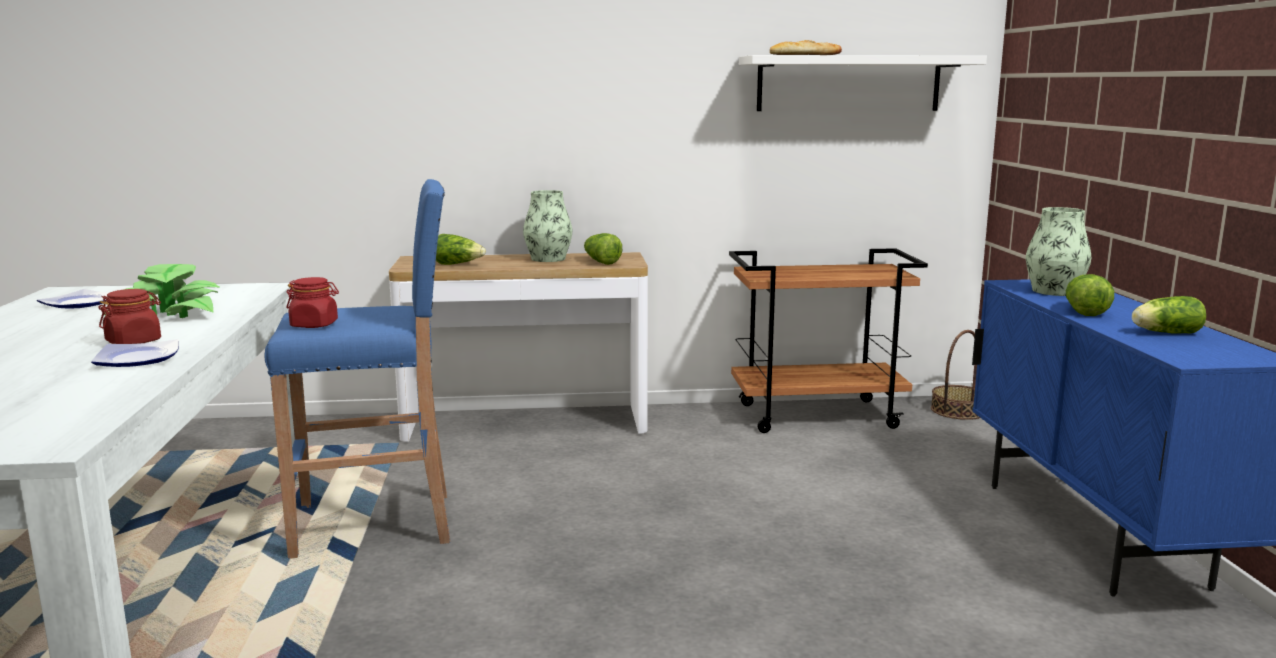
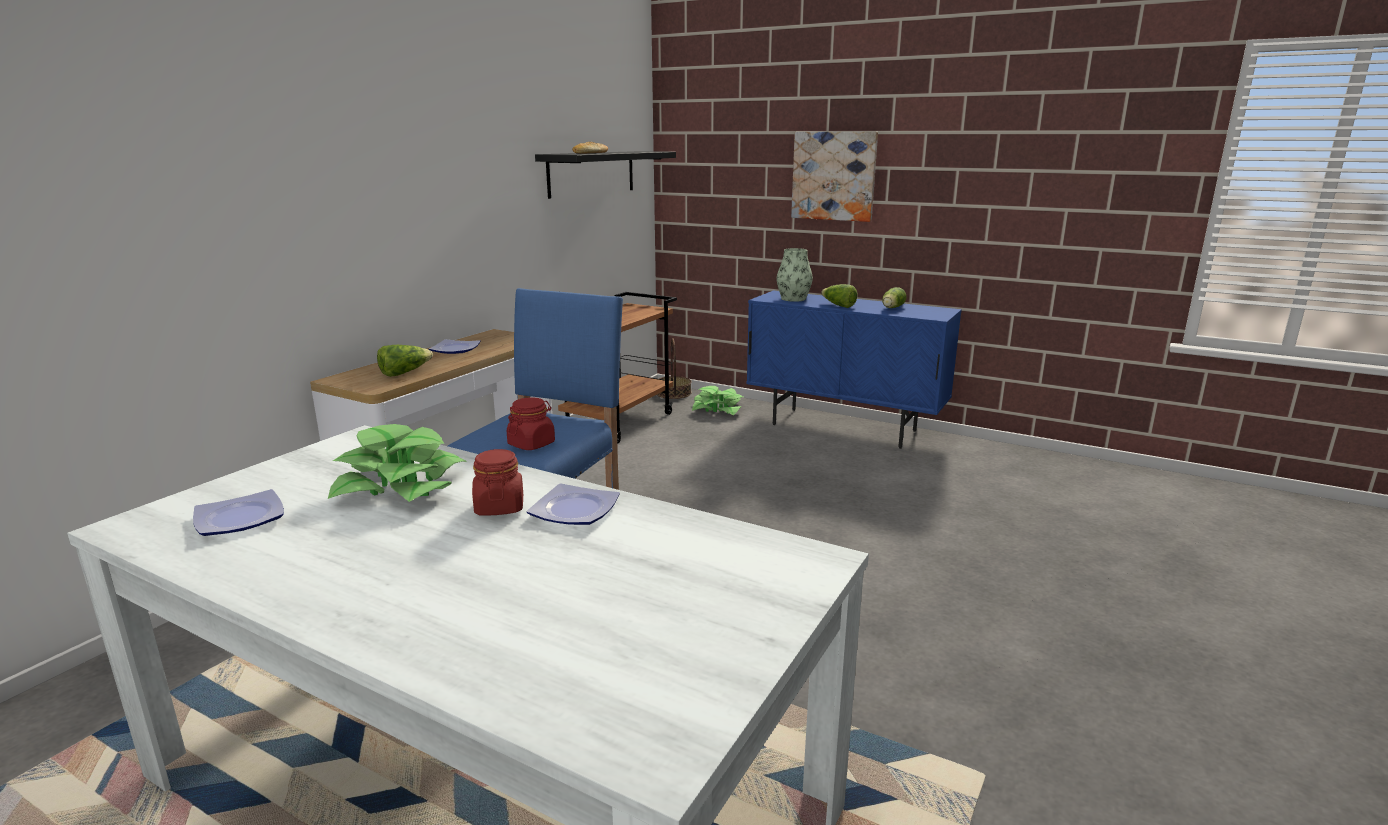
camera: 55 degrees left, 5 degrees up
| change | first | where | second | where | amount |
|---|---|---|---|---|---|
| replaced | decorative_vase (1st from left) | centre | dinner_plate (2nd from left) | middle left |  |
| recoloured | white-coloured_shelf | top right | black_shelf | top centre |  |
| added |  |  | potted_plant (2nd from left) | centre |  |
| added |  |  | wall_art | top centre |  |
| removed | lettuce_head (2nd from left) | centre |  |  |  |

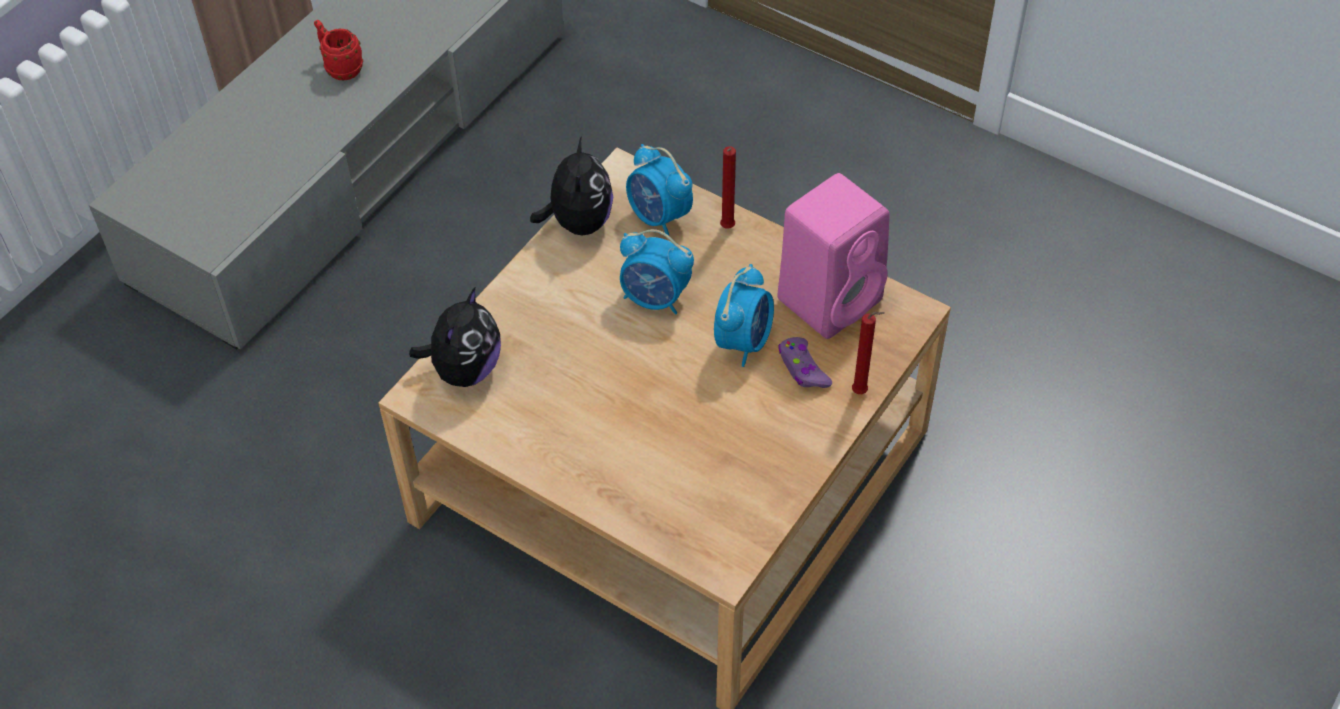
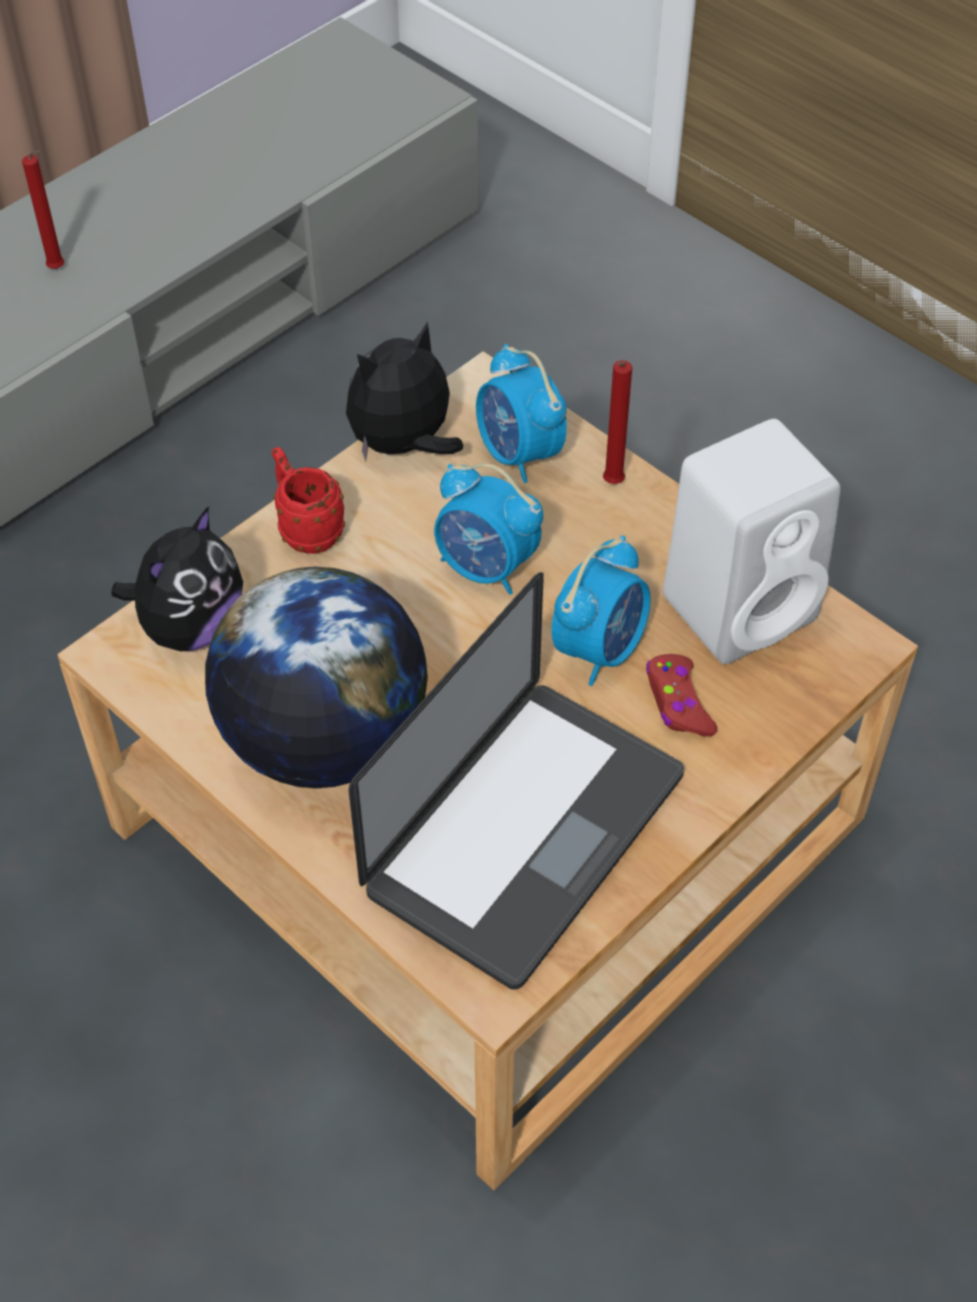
camera: 10 degrees right, 0 degrees up
| change | first | where | second | where | amount |
|---|---|---|---|---|---|
| moved | red_candle (2nd from left in the first image) | centre | red_candle (1st from left) | top left |  |
| added |  |  | globe | middle left |  |
| moved | red_tea_mug | top left |  | middle left |  |
| turned | cuddly_toy (2nd from left) | top centre |  | top centre | 135 degrees counterclockwise |
| added |  |  | portable_computer | centre |  |
| recoloured | purplish_gamepad | centre | red_gamepad | middle right |  |
| recoloured | pink-coloured_audio_speaker | centre | white-coloured_audio_speaker | middle right |  |

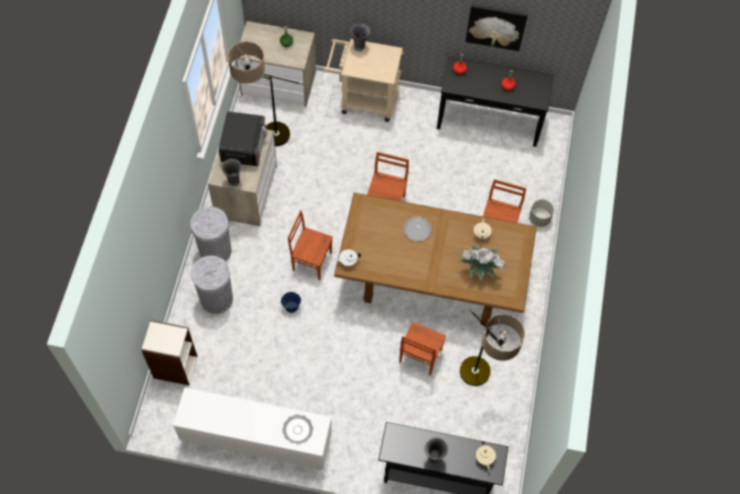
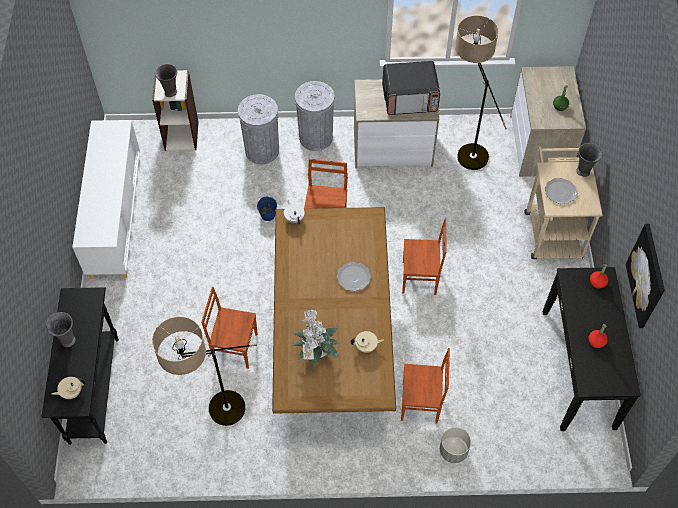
camera: 80 degrees right, 5 degrees down
| change | first | where | second | where | amount |
|---|---|---|---|---|---|
| moved | grey_decorative_vase (1st from left in the first image) | middle left | grey_decorative_vase (2nd from left) | top left |  |
| moved | dinner_plate (1st from left in the first image) | bottom centre | dinner_plate (2nd from left) | middle right |  |

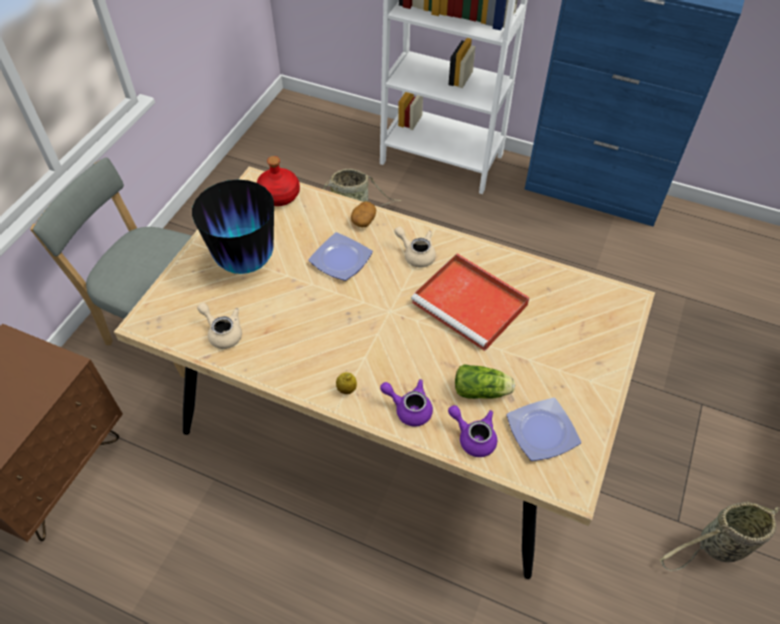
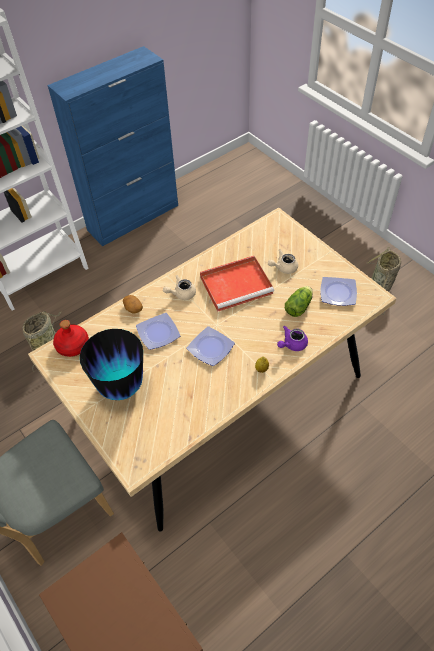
camera: 60 degrees left, 0 degrees up
| change | first | where | second | where | amount |
|---|---|---|---|---|---|
| added |  |  | dinner_plate (2nd from left) | centre |  |
| moved | beige-coloured_teapot (1st from left in the first image) | middle left | beige-coloured_teapot (2nd from left) | centre |  |
| removed | purplish_teapot (2nd from left) | bottom centre |  |  |  |

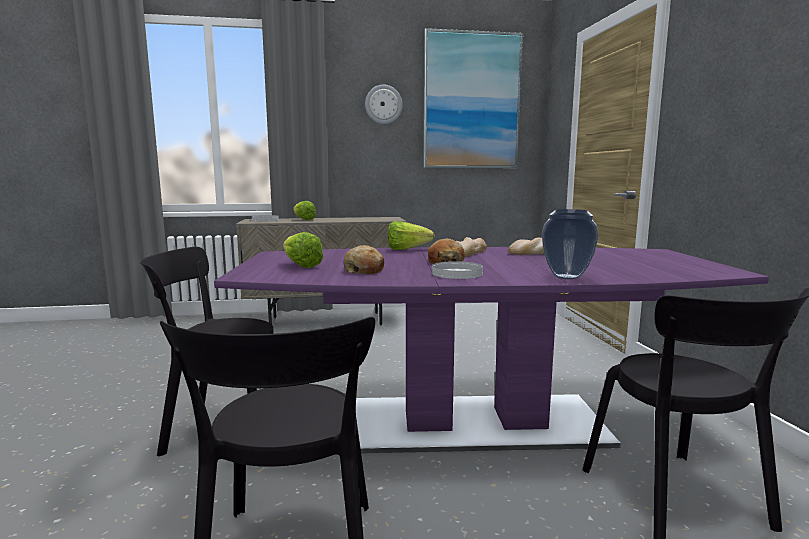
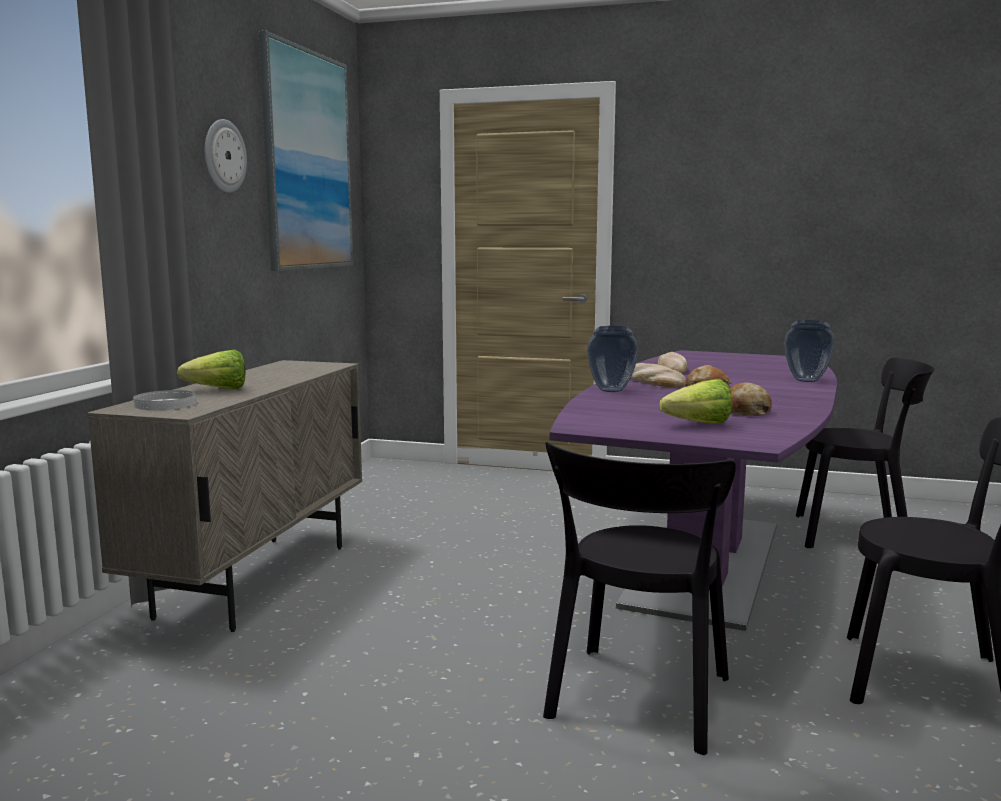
camera: 65 degrees left, 0 degrees up
| change | first | where | second | where | amount |
|---|---|---|---|---|---|
| replaced | lettuce_head (3rd from left) | centre | decorative_vase (1st from left) | centre |  |
| removed | white-coloured_dinner_plate (2nd from left) | centre |  |  |  |

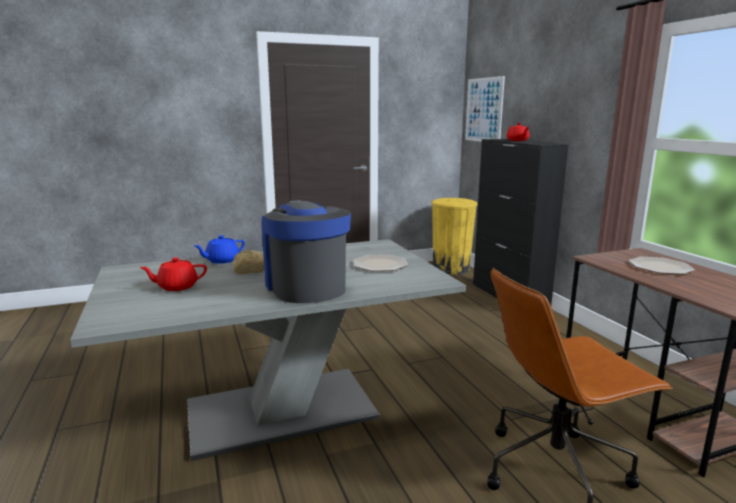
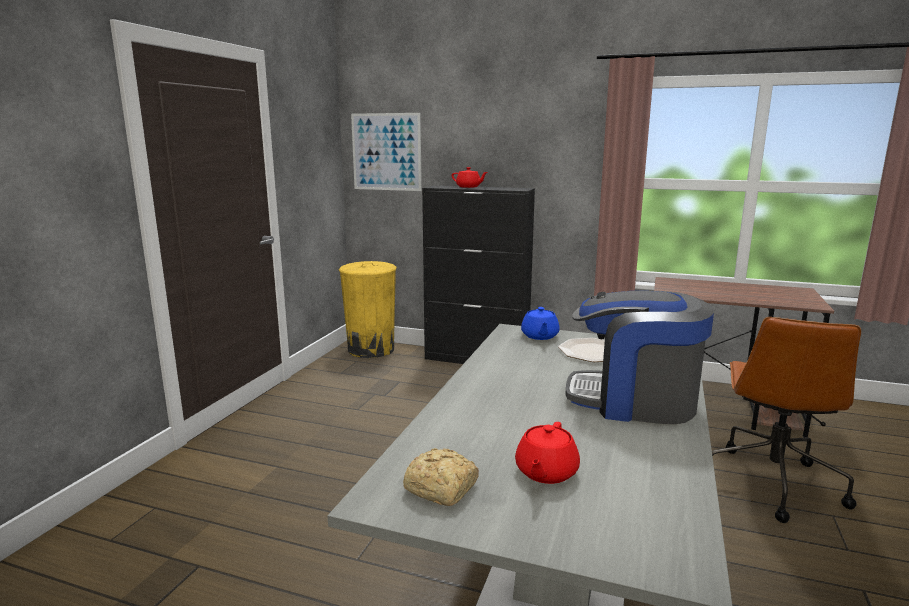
camera: 50 degrees left, 0 degrees up
| change | first | where | second | where | amount |
|---|---|---|---|---|---|
| moved | bakery_bread | centre |  | bottom centre |  |
| moved | bluish_teapot | middle left |  | centre |  |
| removed | dinner_plate (2nd from left) | middle right |  |  |  |

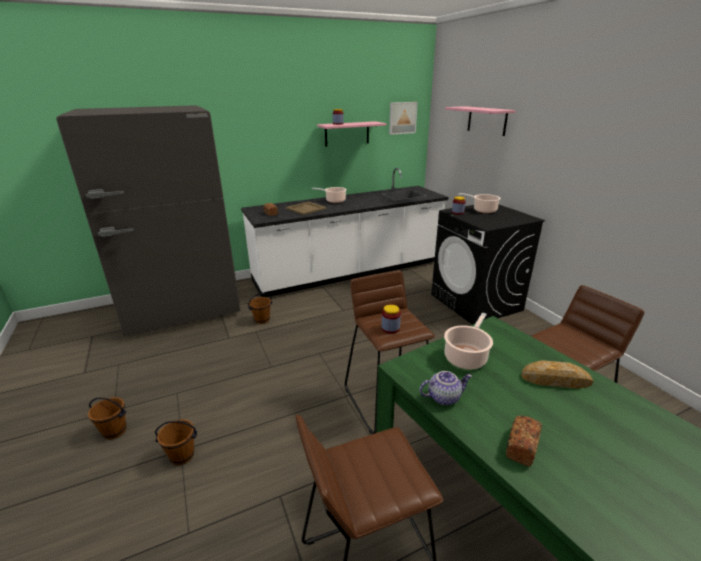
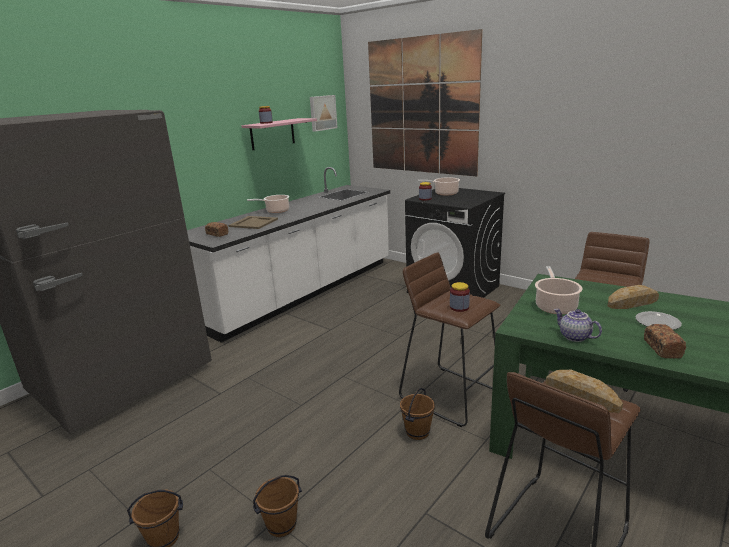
camera: 25 degrees left, 5 degrees down
| change | first | where | second | where | amount |
|---|---|---|---|---|---|
| replaced | pink-coloured_shelf (2nd from left) | top right | wall_art (2nd from left) | top centre |  |
| moved | brownish_bucket (3rd from left) | centre |  | bottom centre |  |
| added |  |  | bakery_bread (2nd from left) | bottom right |  |
| turned | teapot | bottom centre |  | middle right | 90 degrees counterclockwise |
| added |  |  | dinner_plate | middle right |  |

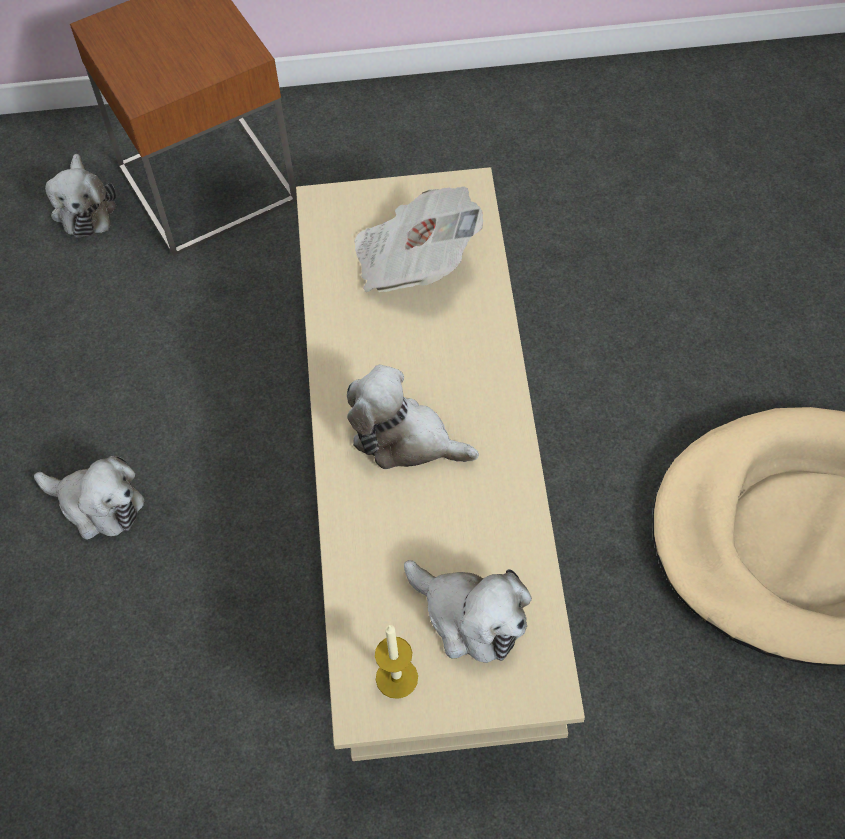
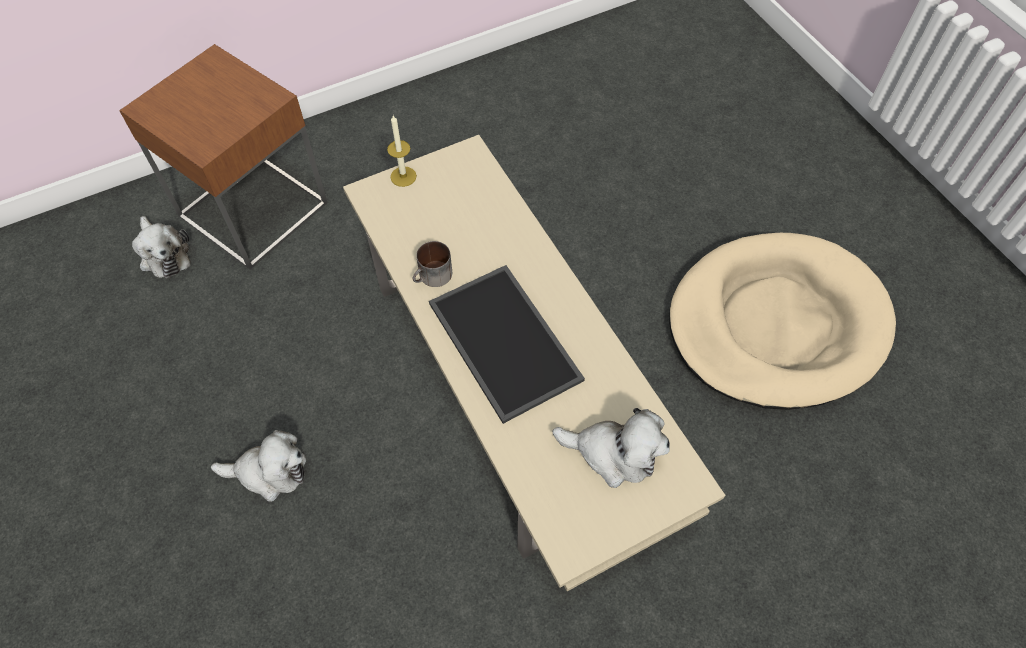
camera: 25 degrees left, 0 degrees up
| change | first | where | second | where | amount |
|---|---|---|---|---|---|
| moved | candle | bottom centre |  | top centre |  |
| added |  |  | tea_mug | centre |  |
| replaced | cuddly_toy (3rd from left) | centre | serving_tray | centre |  |
| removed | printed_paper | top centre |  |  |  |

